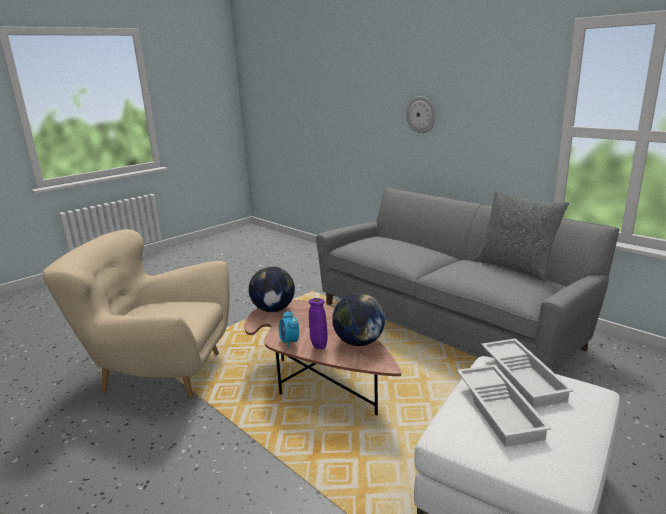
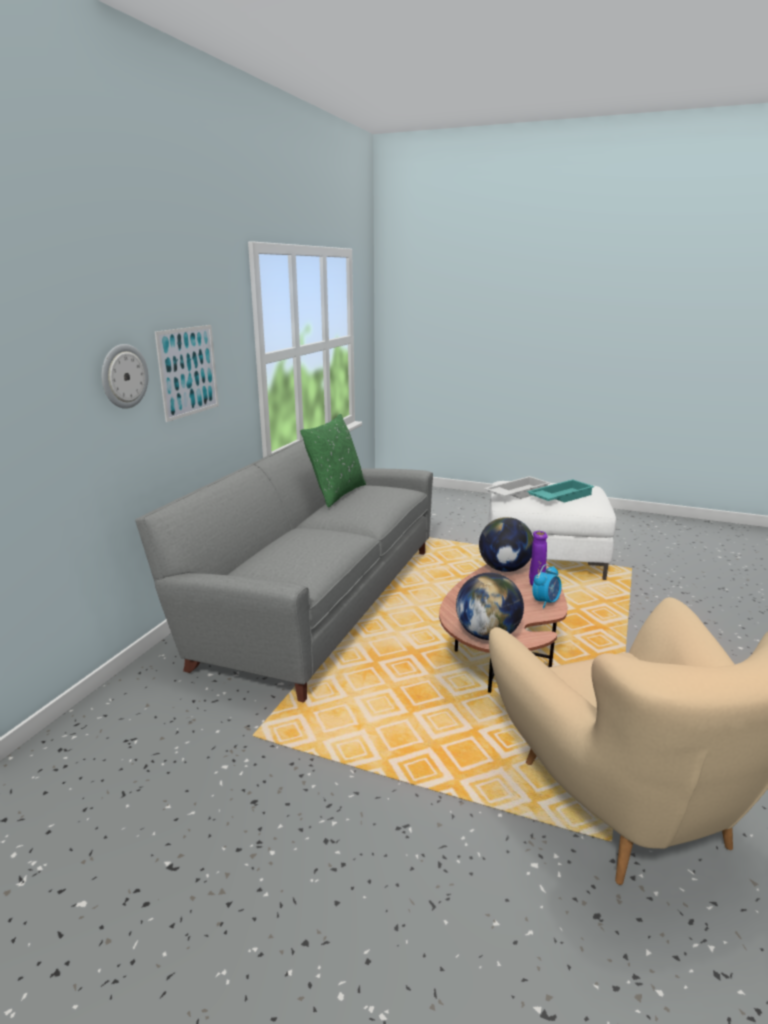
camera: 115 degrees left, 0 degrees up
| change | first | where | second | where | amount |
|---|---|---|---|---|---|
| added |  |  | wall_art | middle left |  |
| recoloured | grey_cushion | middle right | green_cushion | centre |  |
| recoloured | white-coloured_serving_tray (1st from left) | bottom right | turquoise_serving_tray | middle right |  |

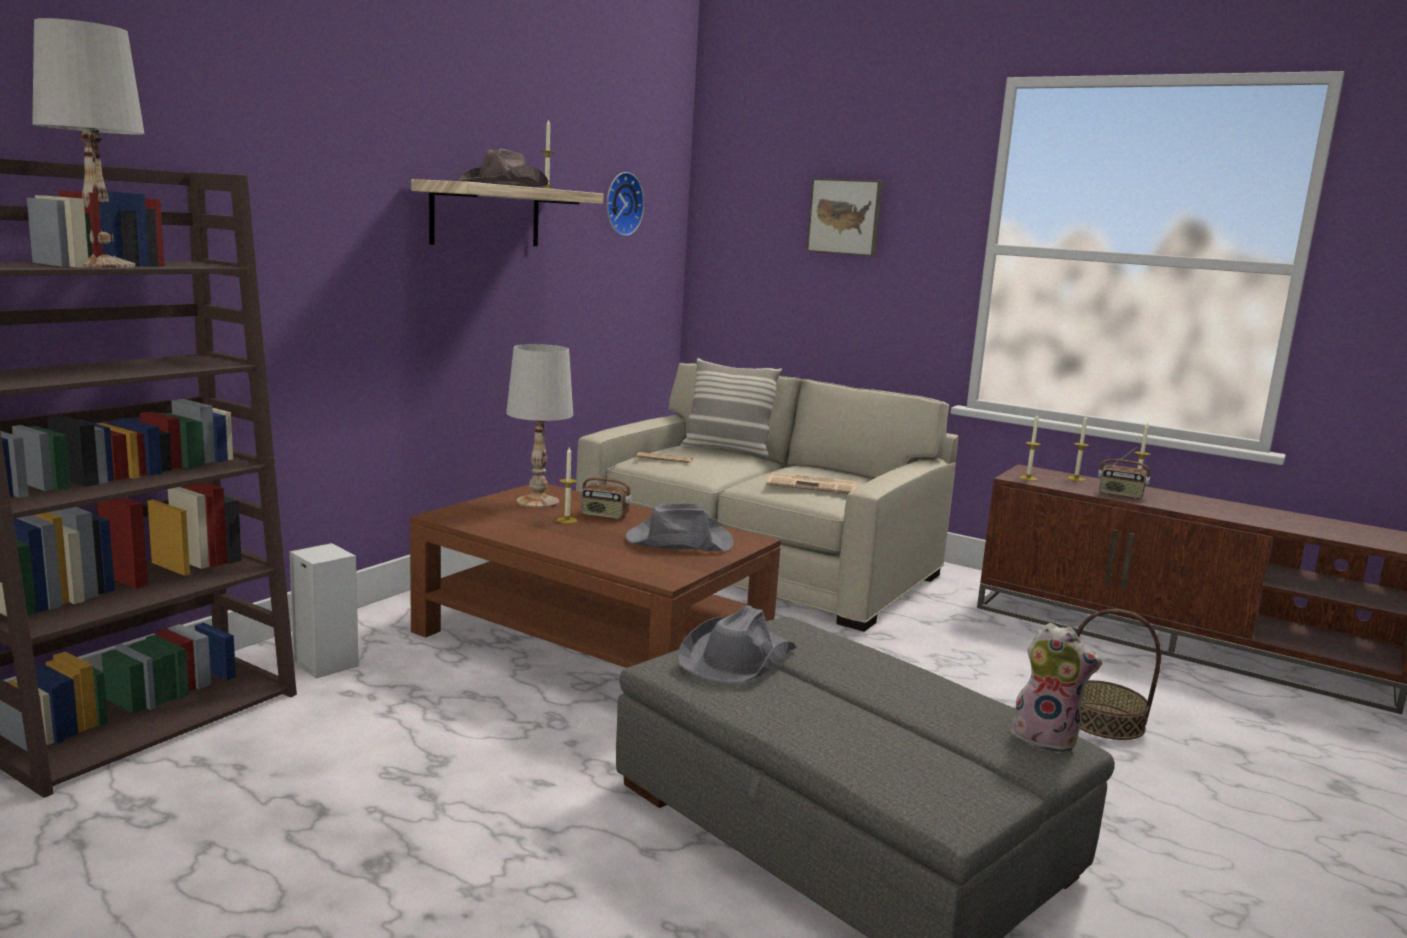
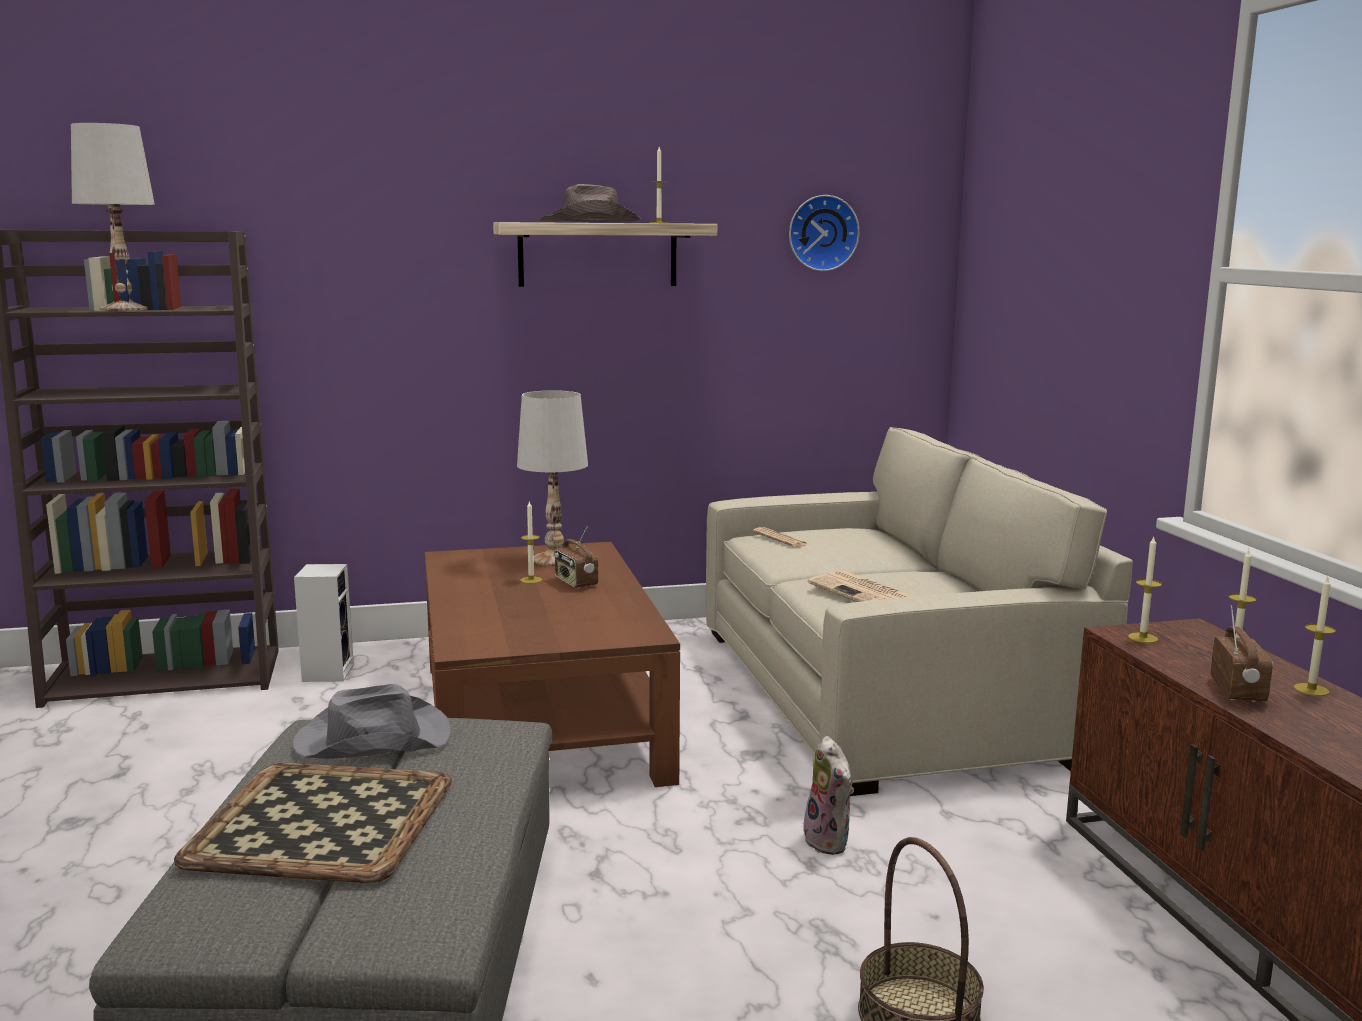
camera: 45 degrees right, 0 degrees up
| change | first | where | second | where | amount |
|---|---|---|---|---|---|
| added |  |  | serving_tray | bottom left |  |
| moved | cuddly_toy | bottom right |  | bottom centre |  |
| turned | radio (2nd from left) | middle right |  | middle right | 150 degrees counterclockwise |
| removed | grey_wearable_hat (1st from left) | centre |  |  |  |
| removed | cushion | centre |  |  |  |
| removed | wall_art | top centre |  |  |  |

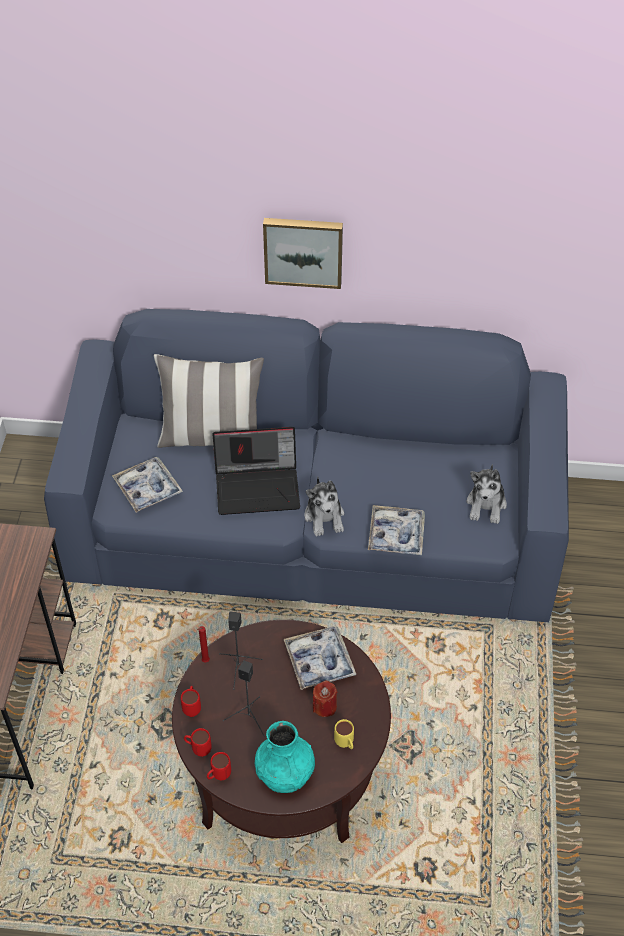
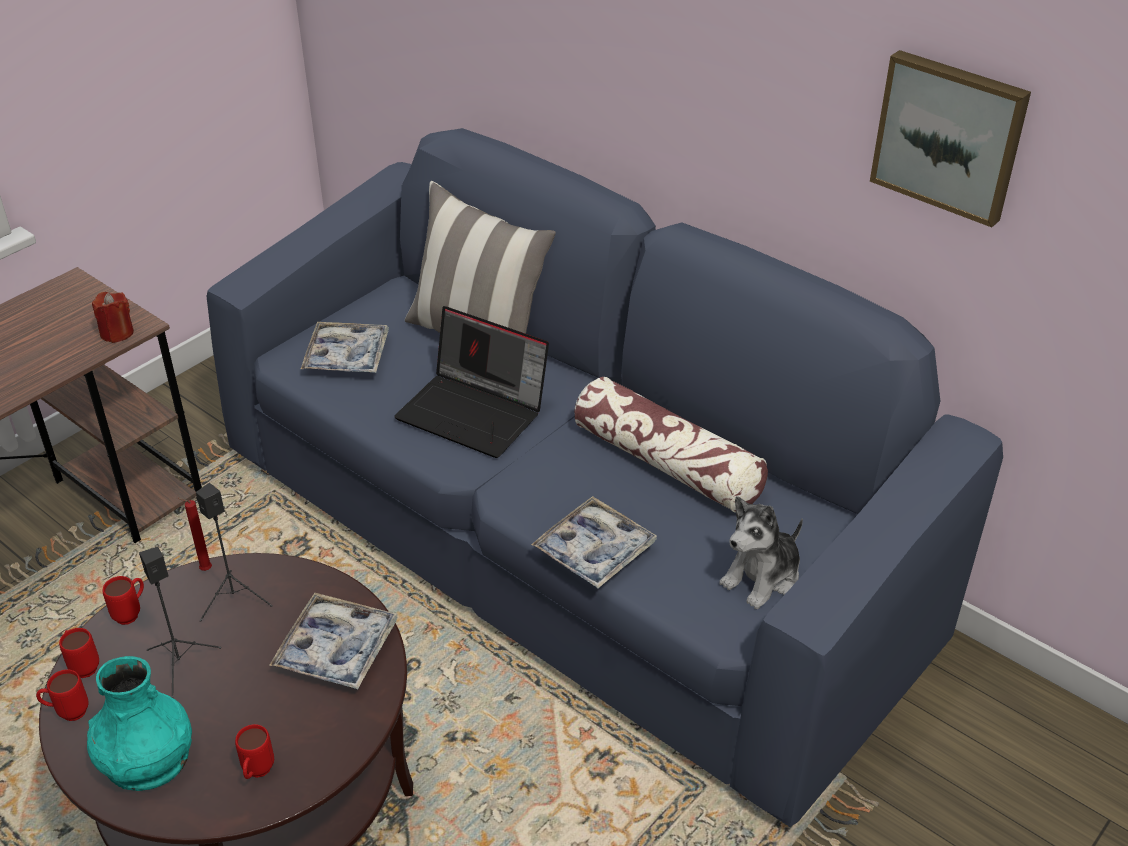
camera: 35 degrees right, 10 degrees down
| change | first | where | second | where | amount |
|---|---|---|---|---|---|
| moved | red_candle (2nd from left in the first image) | bottom centre | red_candle (1st from left) | middle left |  |
| recoloured | yellow_tea_mug | bottom centre | red_tea_mug (4th from left) | bottom left |  |
| added |  |  | cushion (2nd from left) | centre |  |
| moved | wall_art | top centre |  | top right |  |
| removed | cuddly_toy (1st from left) | centre |  |  |  |

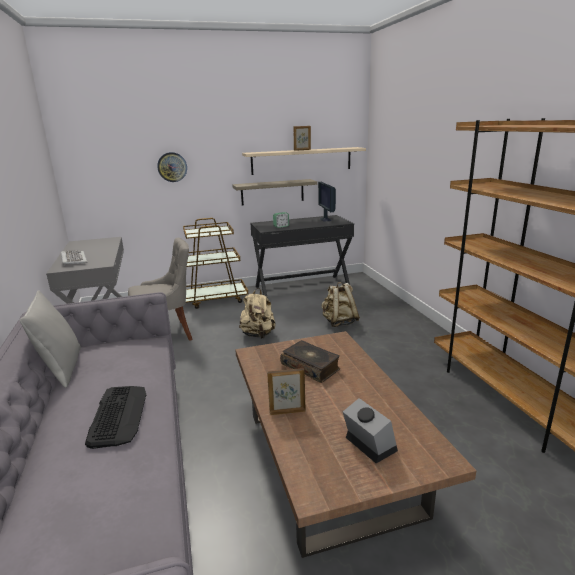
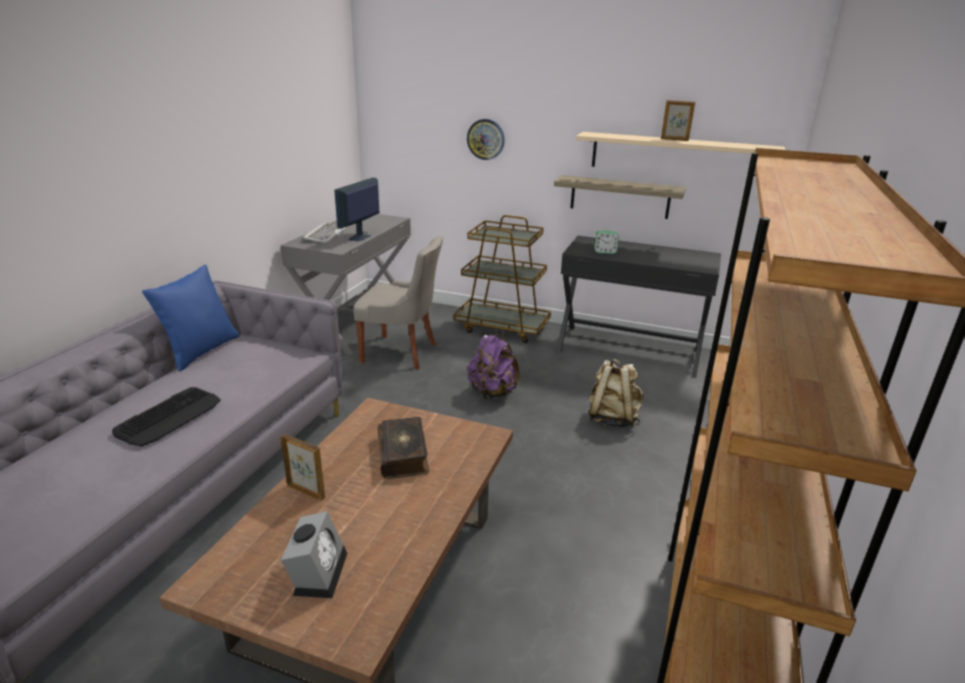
camera: 35 degrees right, 5 degrees up
| change | first | where | second | where | amount |
|---|---|---|---|---|---|
| recoloured | grey_cushion | middle left | bluish_cushion | middle left |  |
| moved | computer_display | centre |  | top centre |  |
| recoloured | beige-coloured_knapsack (1st from left) | centre | purplish_knapsack | centre |  |

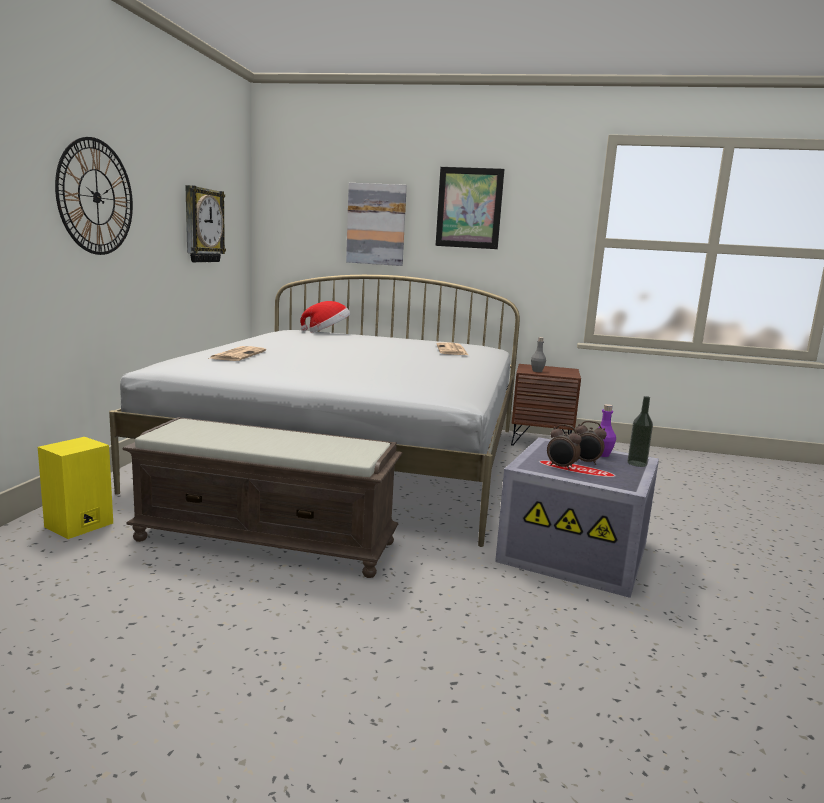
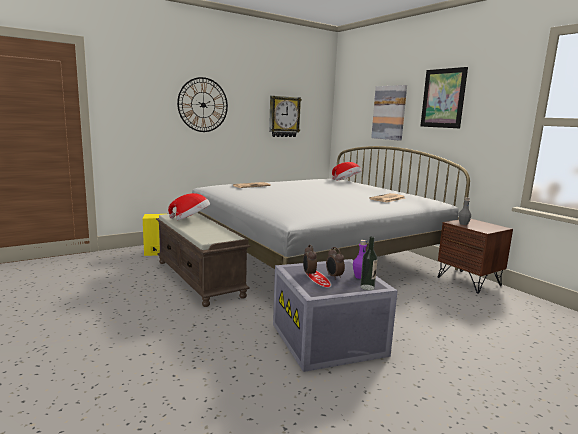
camera: 45 degrees right, 0 degrees up
| change | first | where | second | where | amount |
|---|---|---|---|---|---|
| added |  |  | wearable_hat (1st from left) | middle left |  |

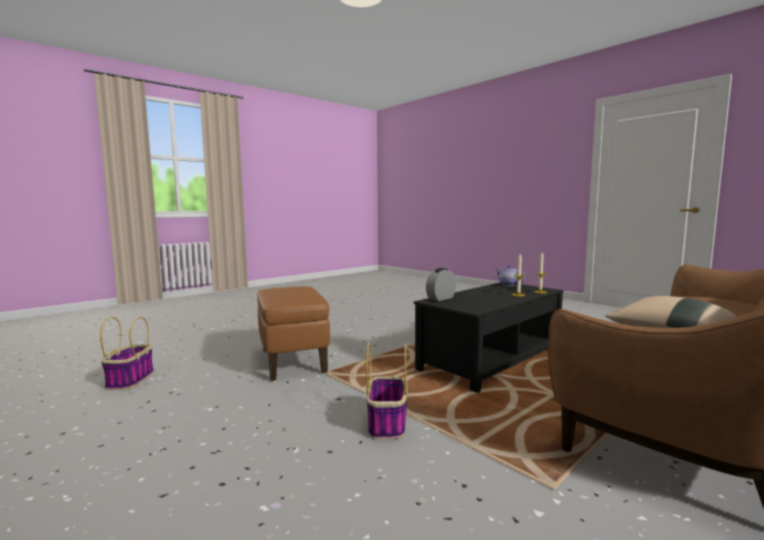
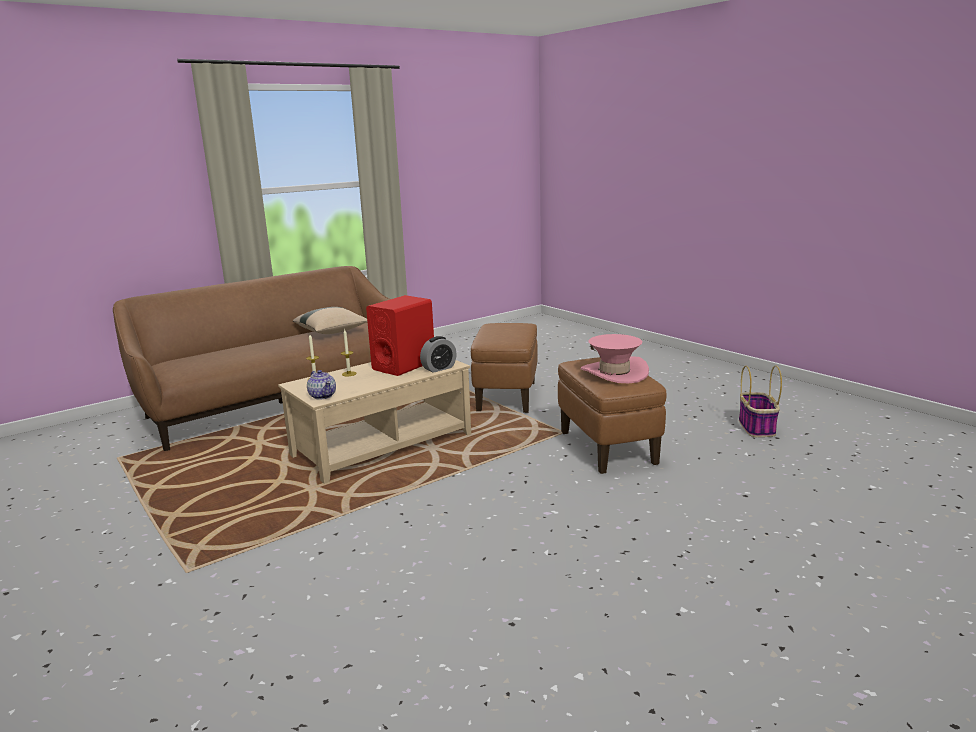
camera: 175 degrees left, 10 degrees up
| change | first | where | second | where | amount |
|---|---|---|---|---|---|
| recoloured | black_low_table | centre | beige-coloured_low_table | centre |  |
| added |  |  | red_audio_speaker | centre |  |
| replaced | household_basket (2nd from left) | bottom centre | brownish_footrest (1st from left) | centre |  |
| added |  |  | pink-coloured_wearable_hat | centre |  |

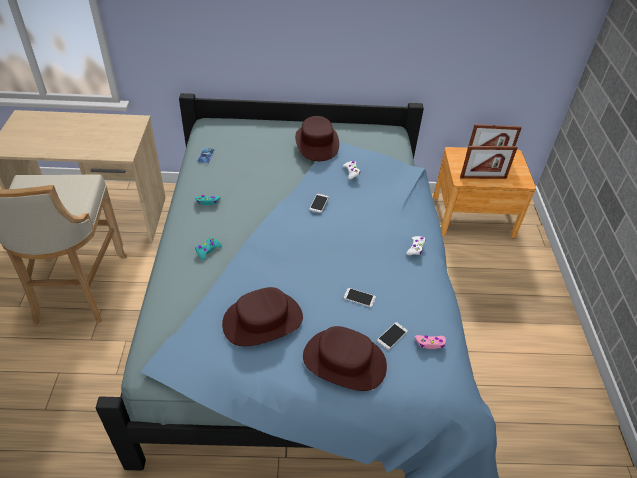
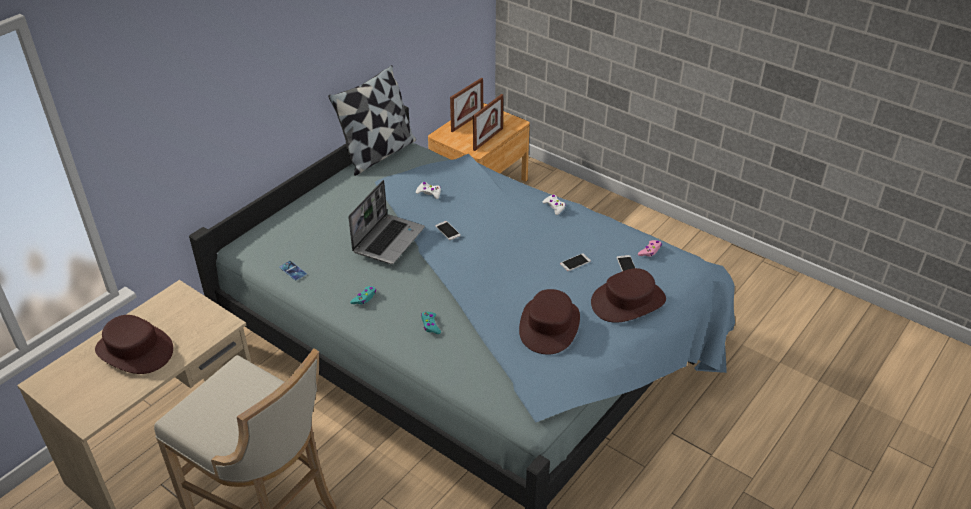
camera: 50 degrees left, 5 degrees down
| change | first | where | second | where | amount |
|---|---|---|---|---|---|
| moved | brownish_wearable_hat (2nd from left in the first image) | top centre | brownish_wearable_hat (1st from left) | bottom left |  |
| added |  |  | cushion | top centre |  |
| added |  |  | portable_computer | centre |  |

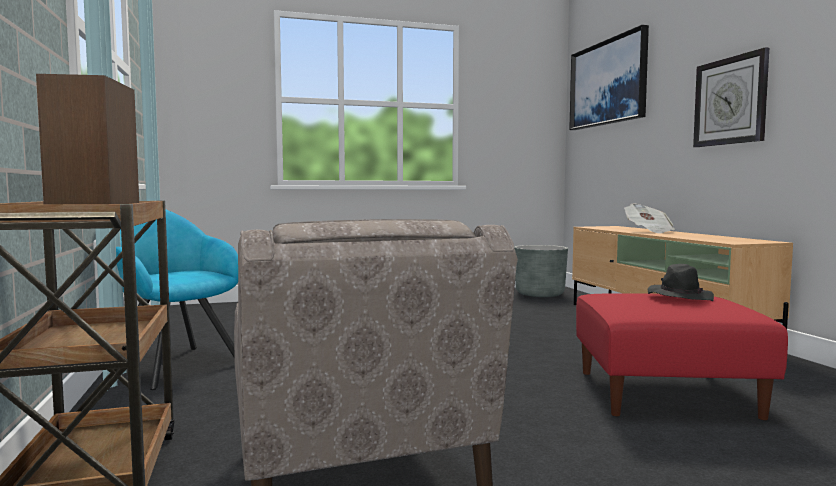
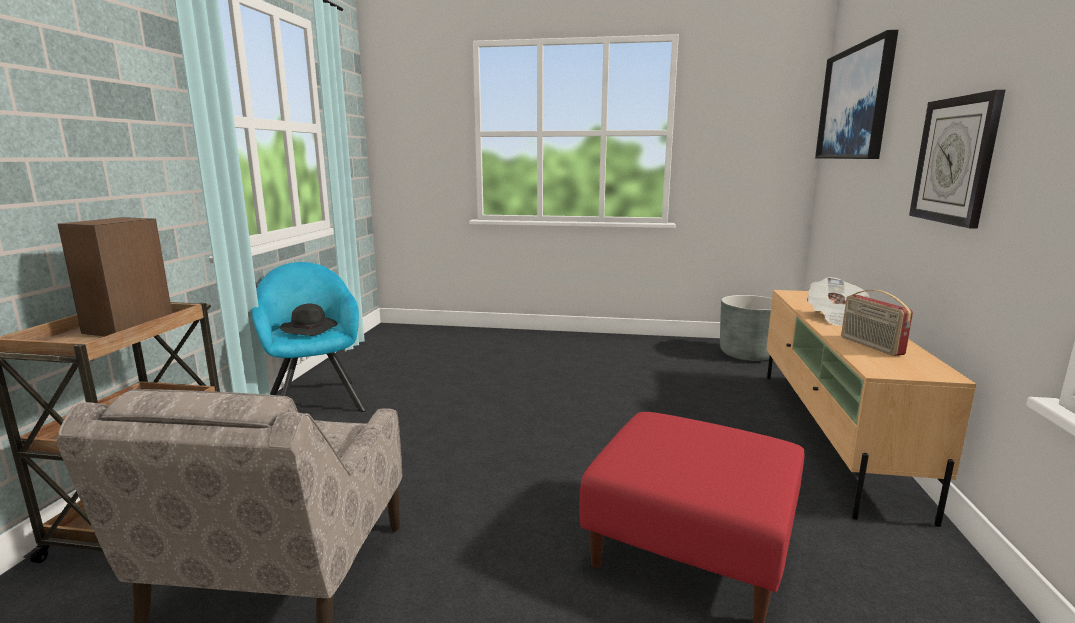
camera: 25 degrees right, 10 degrees up
| change | first | where | second | where | amount |
|---|---|---|---|---|---|
| moved | black_wearable_hat | middle right |  | middle left |  |
| added |  |  | radio | middle right |  |

